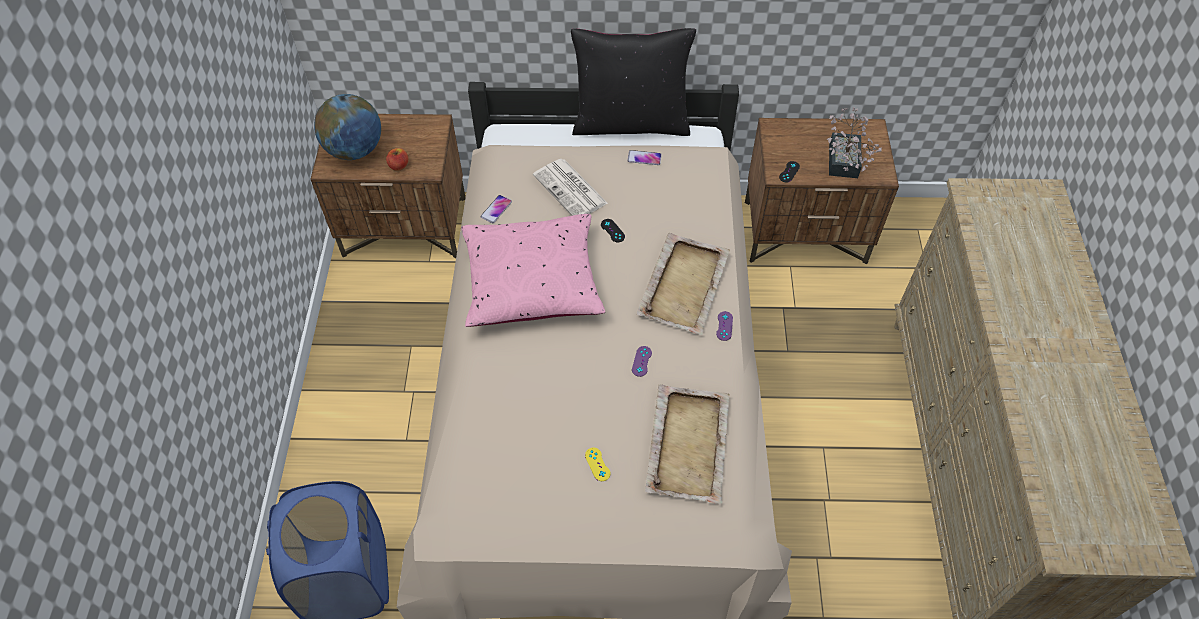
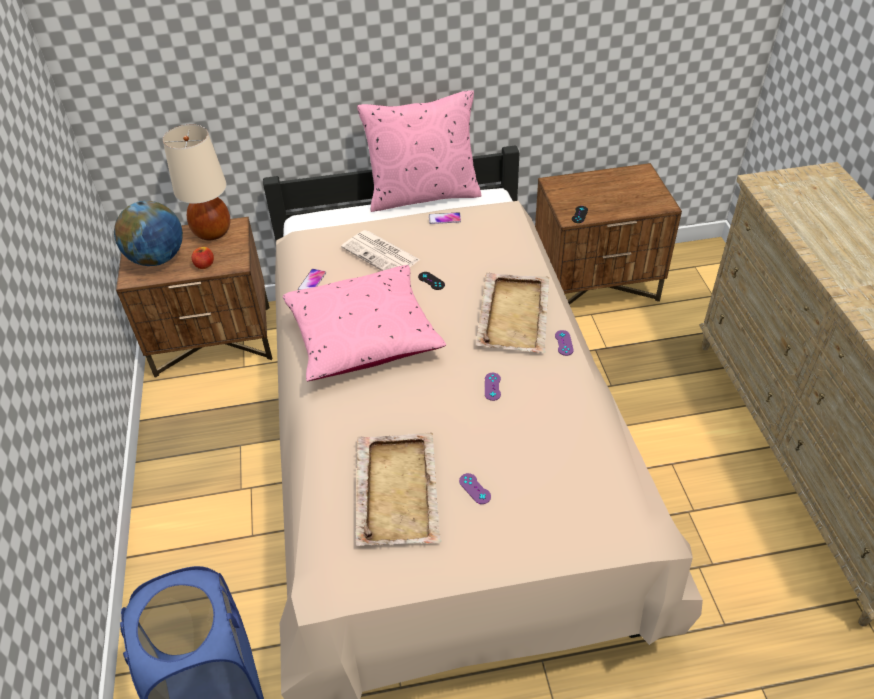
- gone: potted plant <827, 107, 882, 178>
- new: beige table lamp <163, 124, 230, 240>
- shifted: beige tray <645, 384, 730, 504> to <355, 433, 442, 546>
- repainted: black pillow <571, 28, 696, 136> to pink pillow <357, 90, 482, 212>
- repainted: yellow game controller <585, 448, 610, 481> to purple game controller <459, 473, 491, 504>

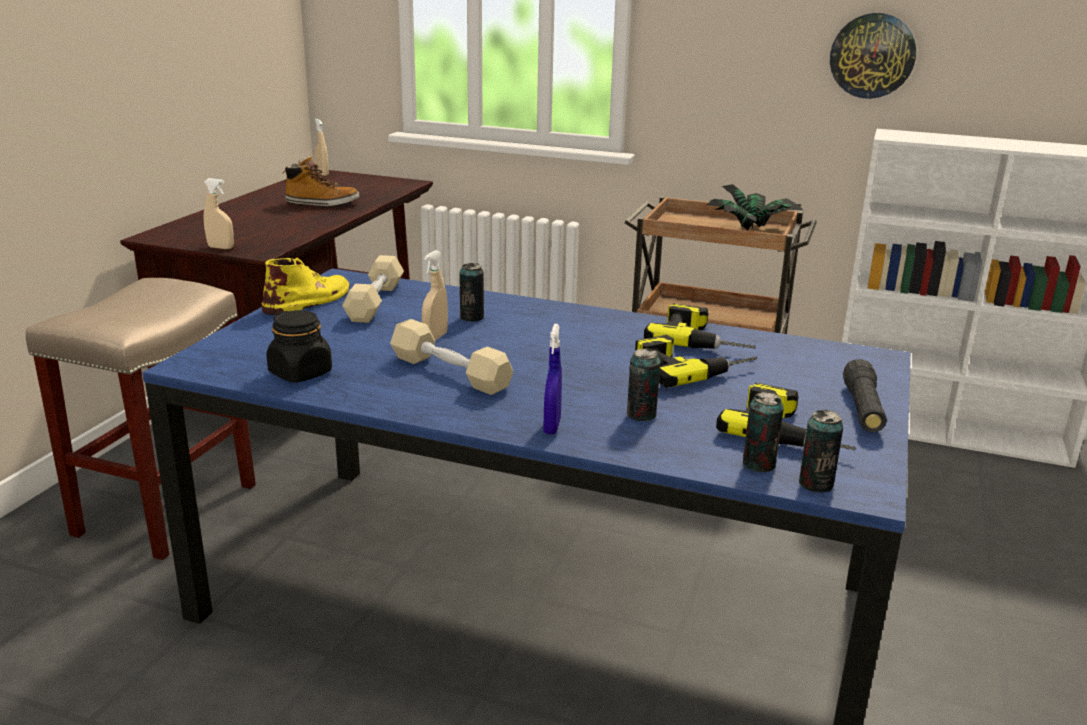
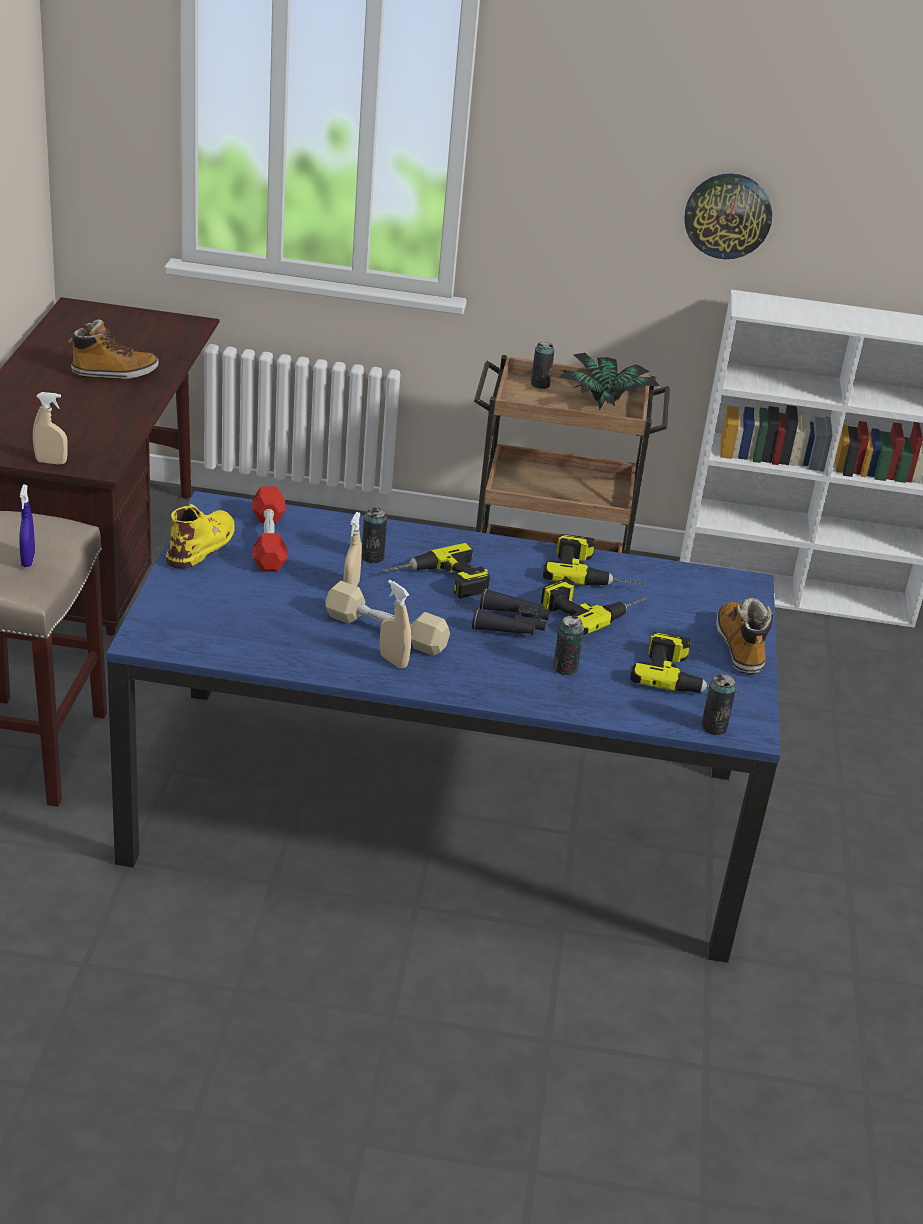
- gone: black jar <266, 310, 332, 382>
- new: power drill <382, 543, 490, 599>
- new: black binoculars <472, 589, 550, 635>
- shifted: beige spray bottle <315, 119, 329, 176> to <380, 580, 411, 669>
- shifted: blue spray bottle <543, 324, 562, 434> to <19, 485, 35, 567>
- shifted: can <743, 392, 784, 472> to <531, 341, 554, 389>
- swapped: black flashlight <843, 359, 887, 432> to boot <716, 598, 773, 675>
- repainted: beige dumbbell <342, 255, 404, 323> to red dumbbell <252, 486, 288, 572>

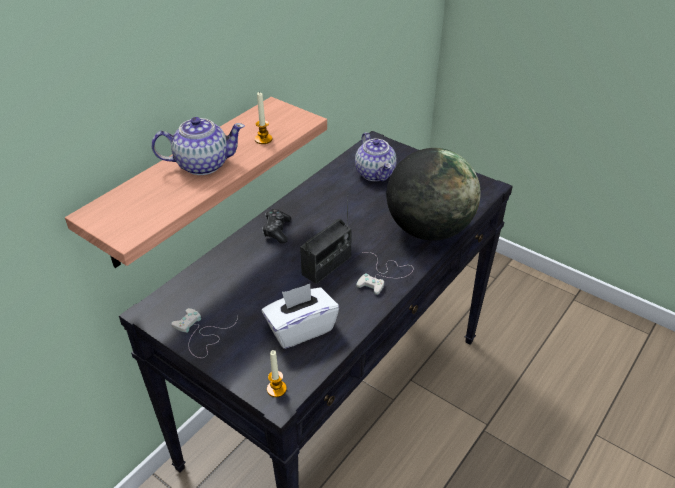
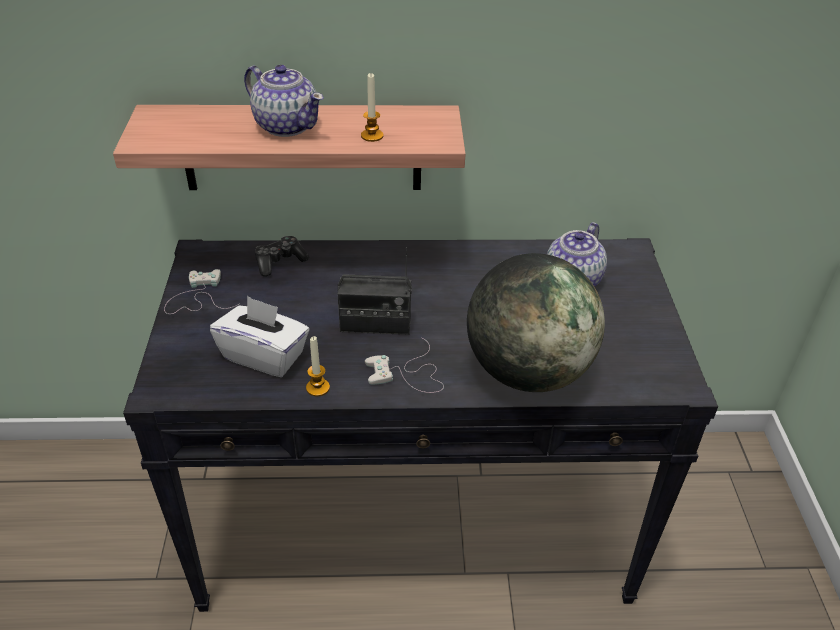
- shifted: game controller <262, 209, 291, 244> to <255, 236, 309, 277>
- shifted: candle <267, 350, 287, 397> to <306, 336, 330, 396>

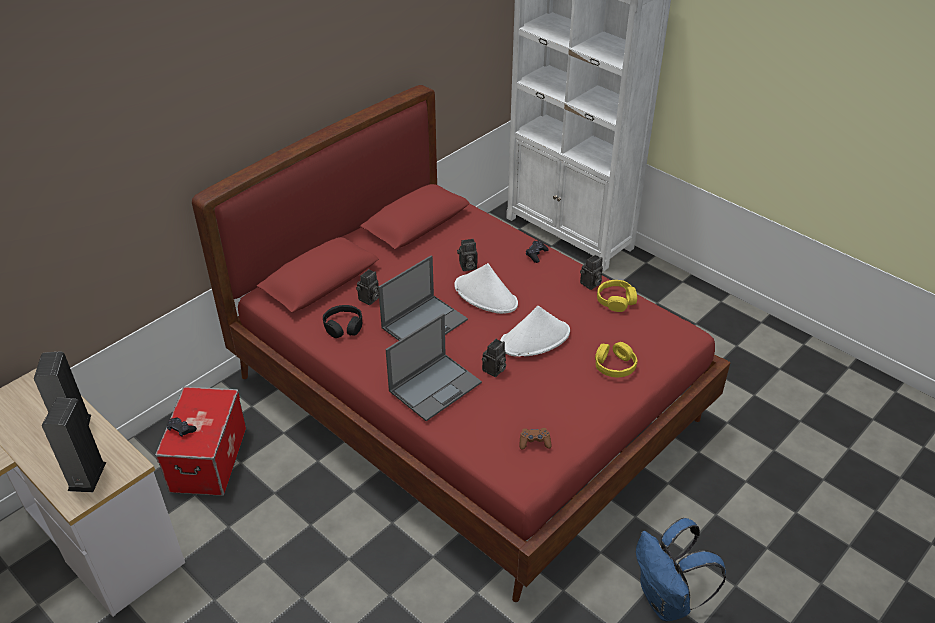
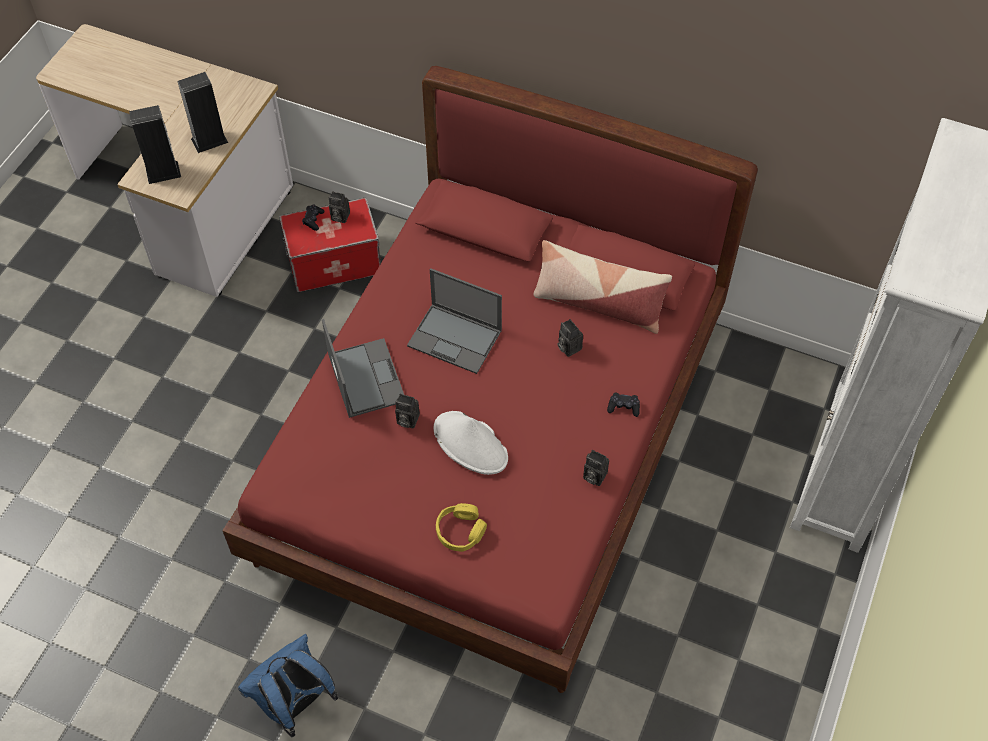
- gone: black headphones <323, 305, 362, 338>
- gone: white hat <454, 263, 518, 314>
- gone: brown game controller <519, 428, 551, 450>
- gone: yellow headphones <597, 280, 637, 312>
- new: pillow <534, 240, 672, 334>
- shifted: photo camera <356, 269, 379, 305> to <329, 191, 350, 223>
- rotated: laptop <386, 313, 482, 421> = <322, 319, 404, 418> 135 degrees counterclockwise

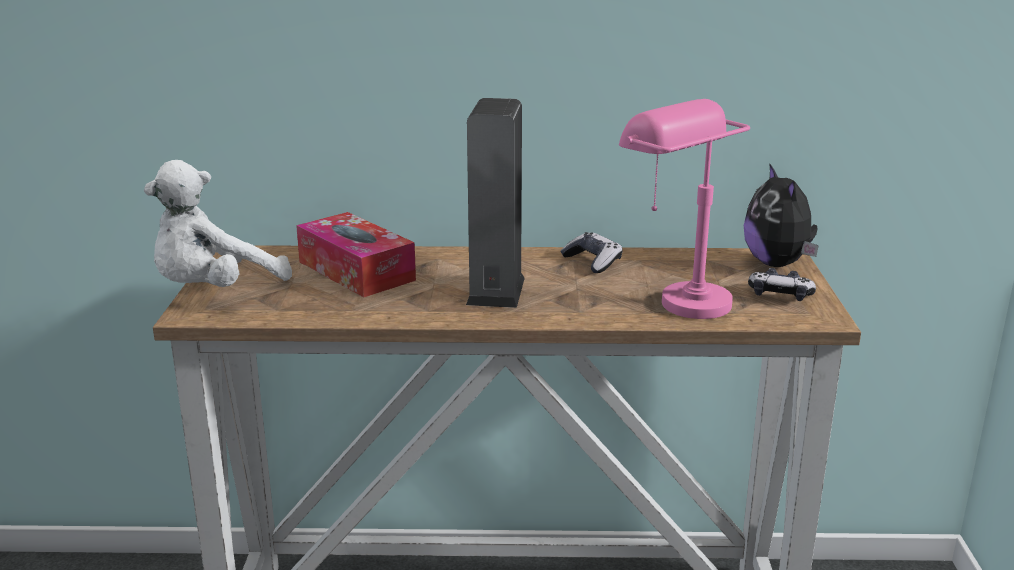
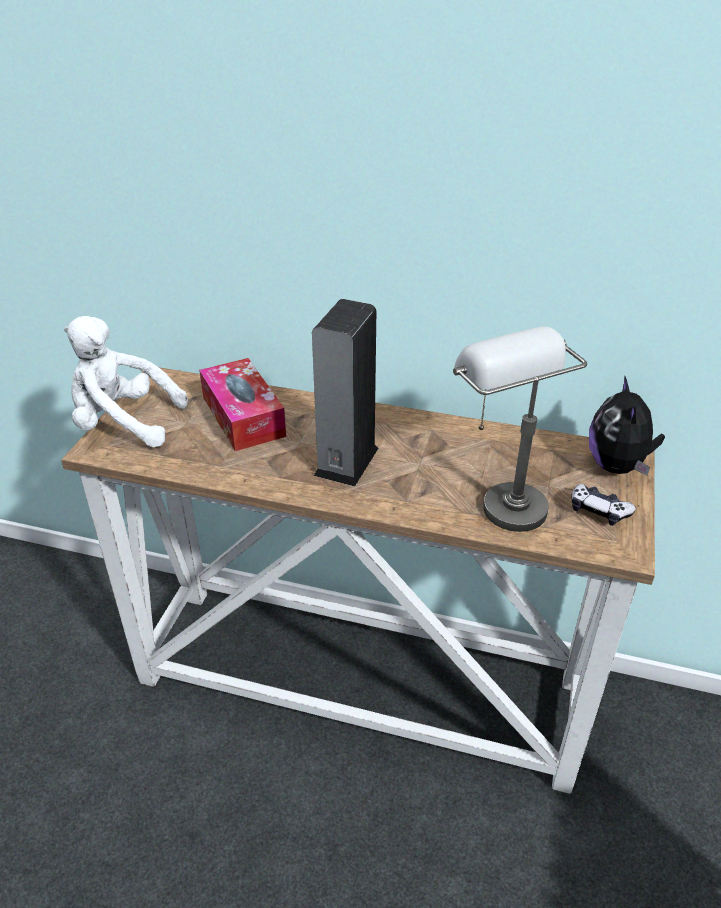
- gone: game controller <560, 232, 623, 273>
- repainted: pink table lamp <619, 99, 750, 319> to grey table lamp <453, 326, 587, 532>
- rotated: white plush toy <143, 160, 292, 287> = <64, 316, 188, 447> 45 degrees clockwise

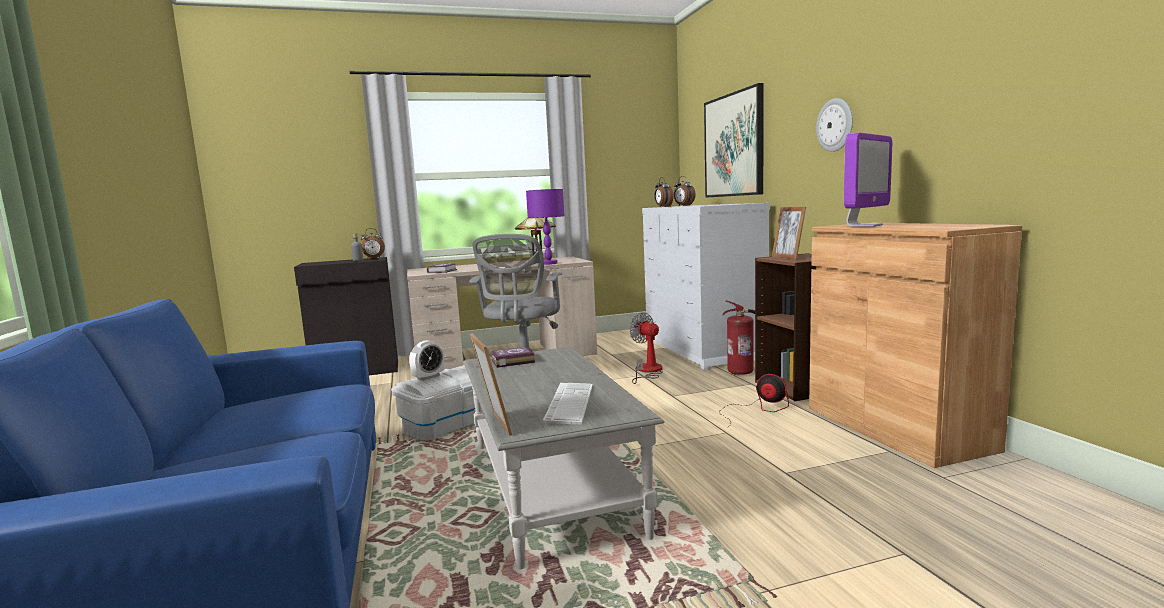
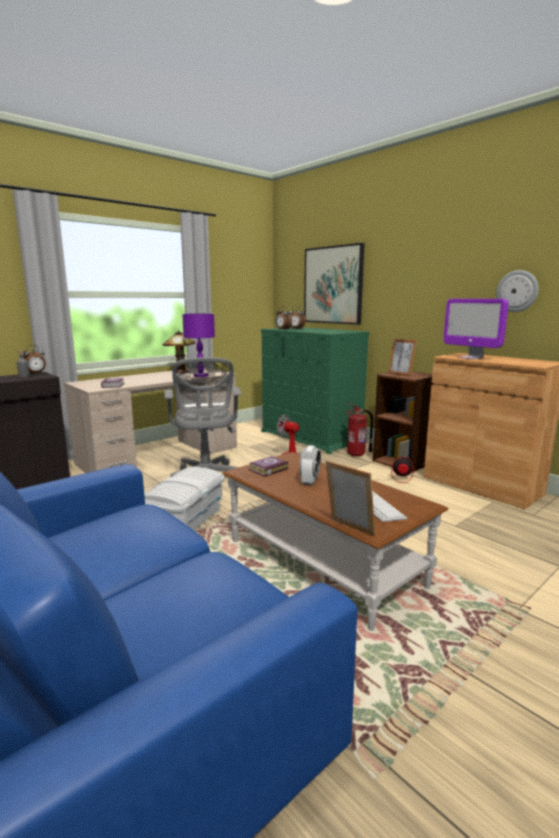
- shifted: alarm clock <409, 340, 444, 381> to <299, 445, 321, 485>
- shifted: wall clock <816, 98, 853, 152> to <496, 270, 538, 312>
- repainted: grey coffee table <464, 347, 664, 569> to brown coffee table <222, 452, 448, 631>
- repainted: white dresser <642, 203, 770, 370> to green dresser <261, 327, 369, 454>
- rotated: monitor <844, 133, 892, 227> = <443, 299, 509, 359> 120 degrees clockwise

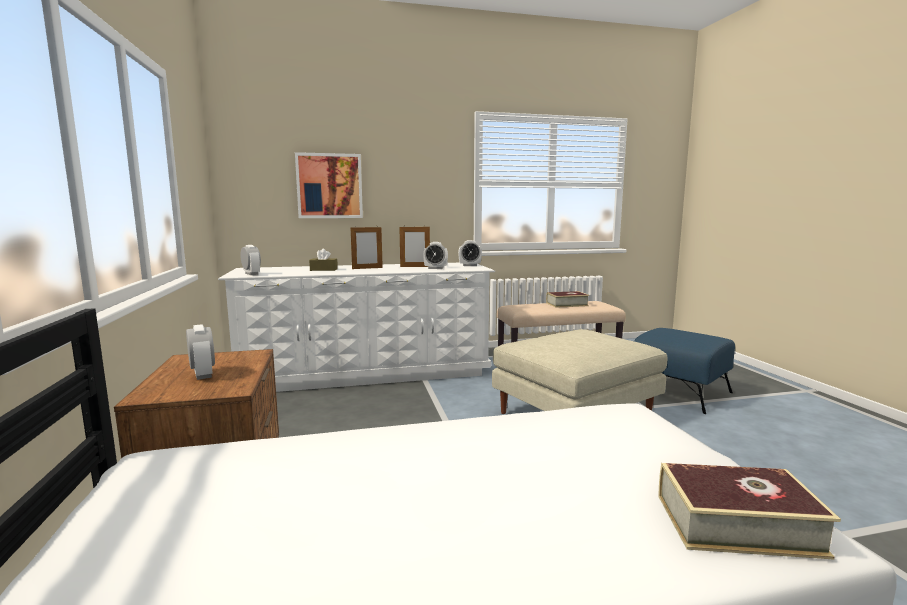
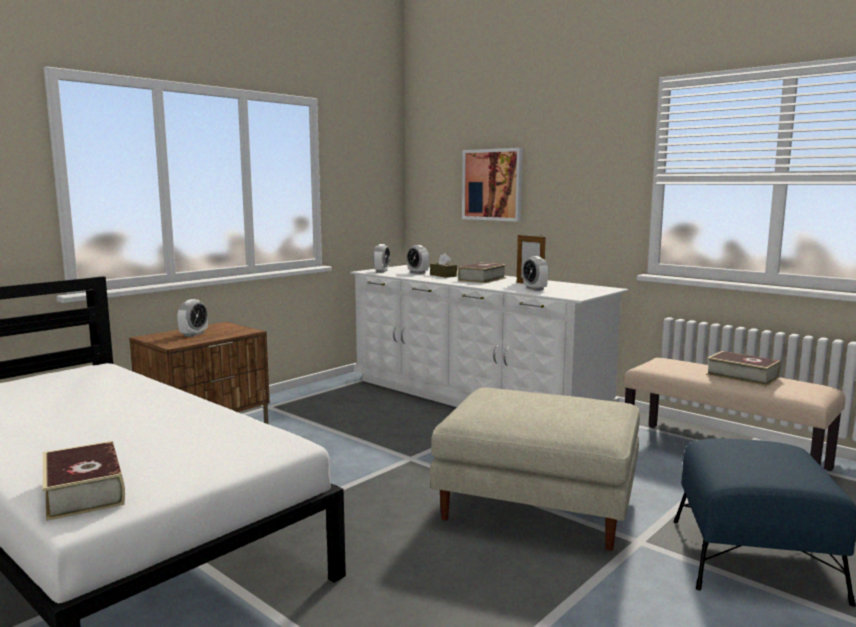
- shifted: alarm clock <458, 240, 482, 266> to <407, 245, 429, 274>
- swapped: picture frame <350, 227, 383, 269> to book <458, 263, 506, 283>

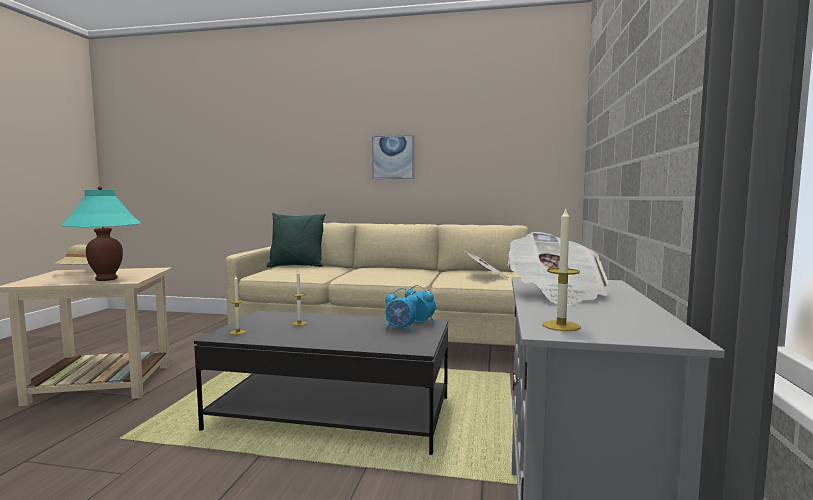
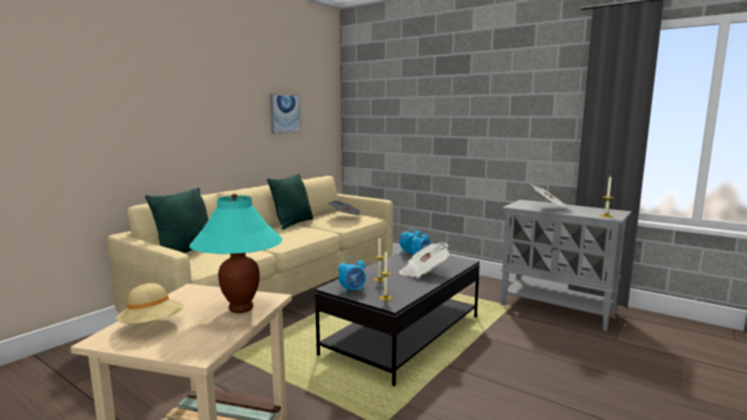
- new: green pillow <267, 174, 314, 230>
- new: alarm clock <338, 257, 366, 294>
- new: newspaper <399, 243, 449, 278>
- shifted: picture <372, 135, 414, 179> to <270, 94, 301, 134>

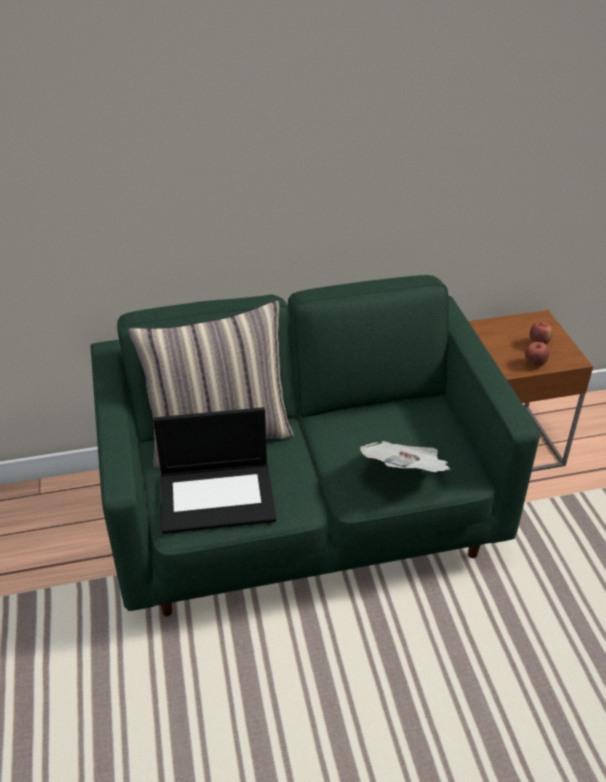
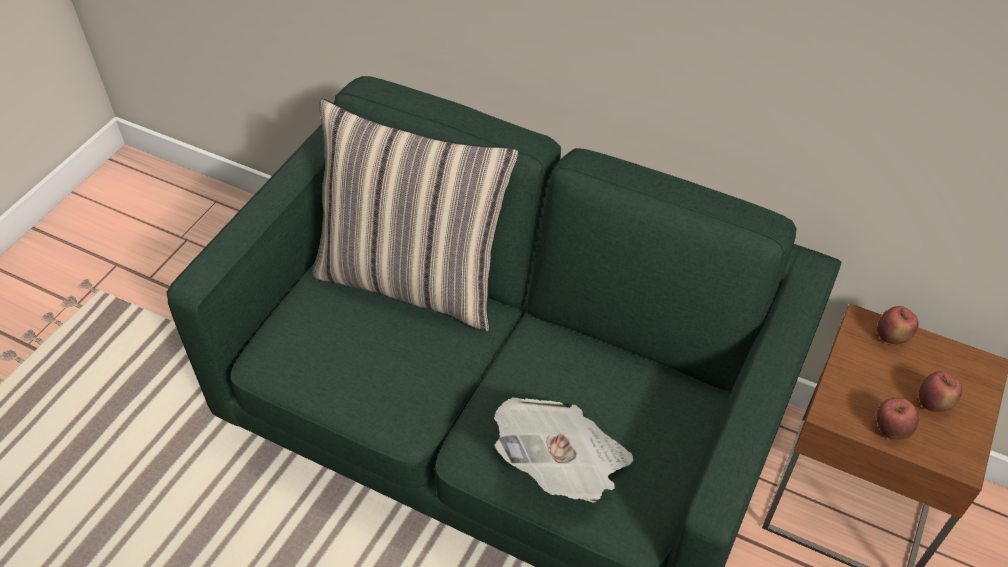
- gone: laptop <153, 407, 276, 534>
- new: apple <877, 306, 919, 344>

